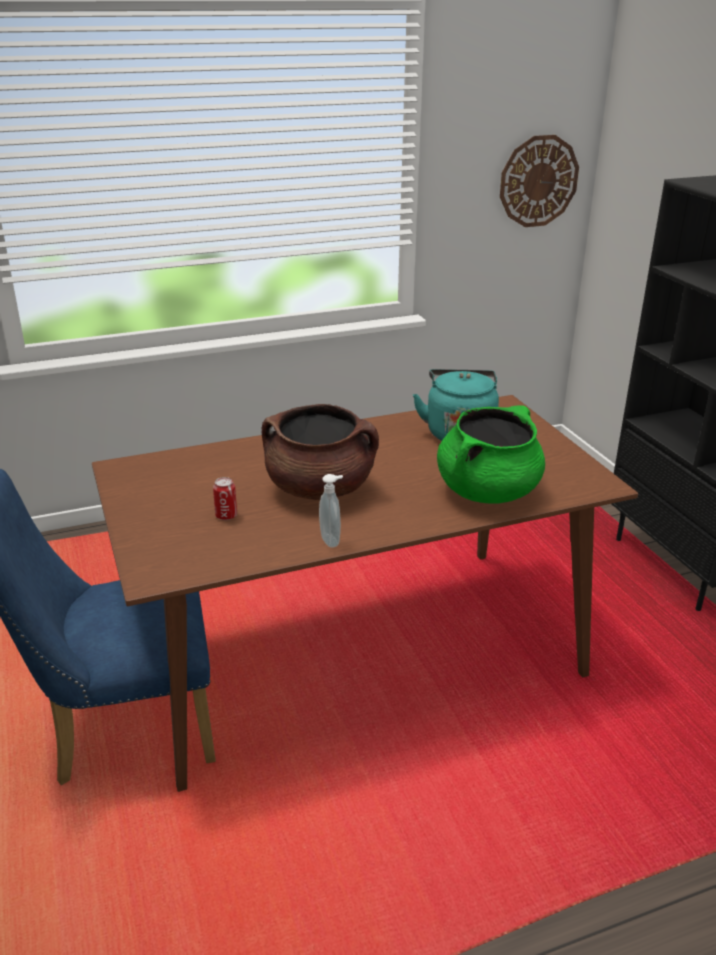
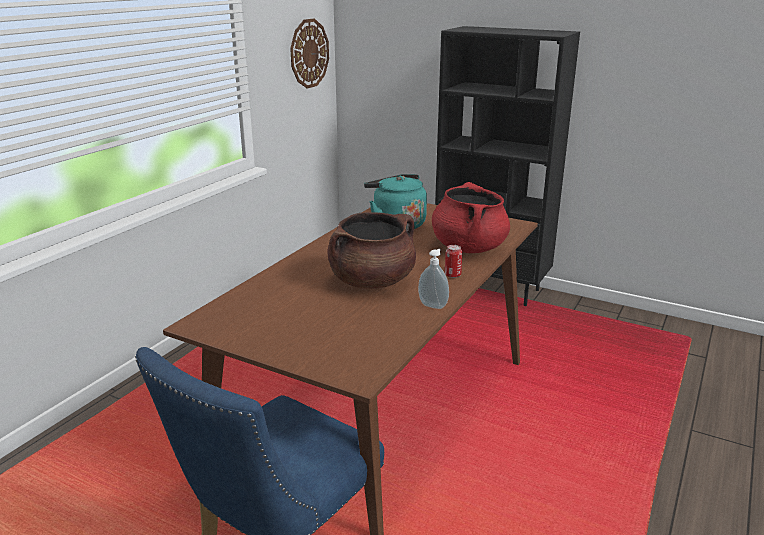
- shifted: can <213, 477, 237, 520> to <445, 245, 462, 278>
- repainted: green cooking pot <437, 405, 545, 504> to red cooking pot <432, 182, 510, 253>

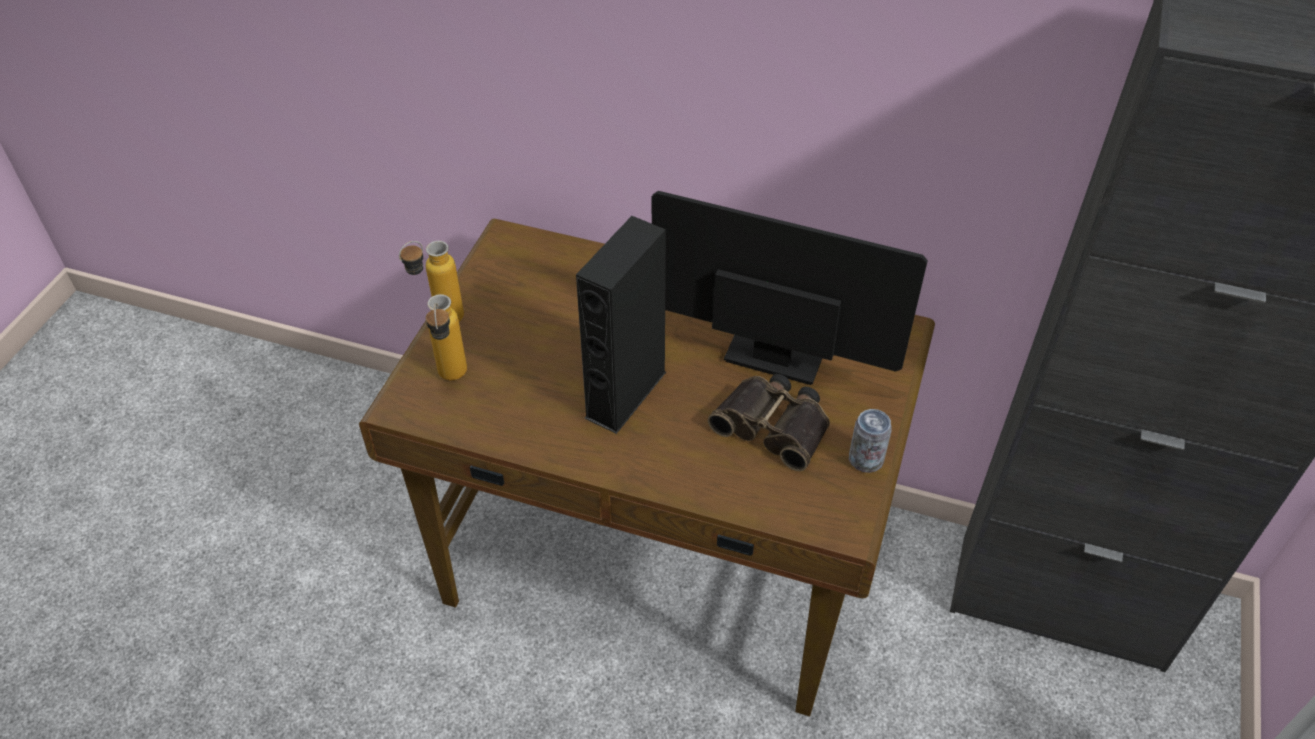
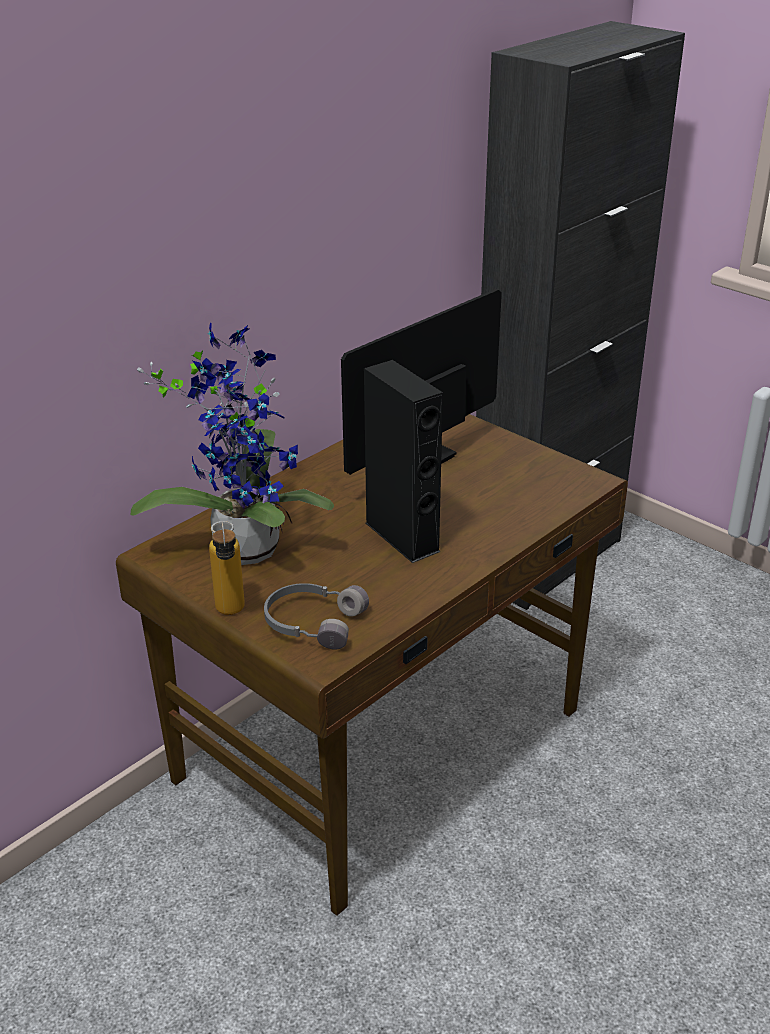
- gone: binoculars <708, 374, 830, 471>
- gone: can <849, 409, 892, 473>
- new: potted plant <131, 323, 334, 565>
- swapped: bottle <426, 294, 467, 381> to grey headphones <264, 583, 369, 650>

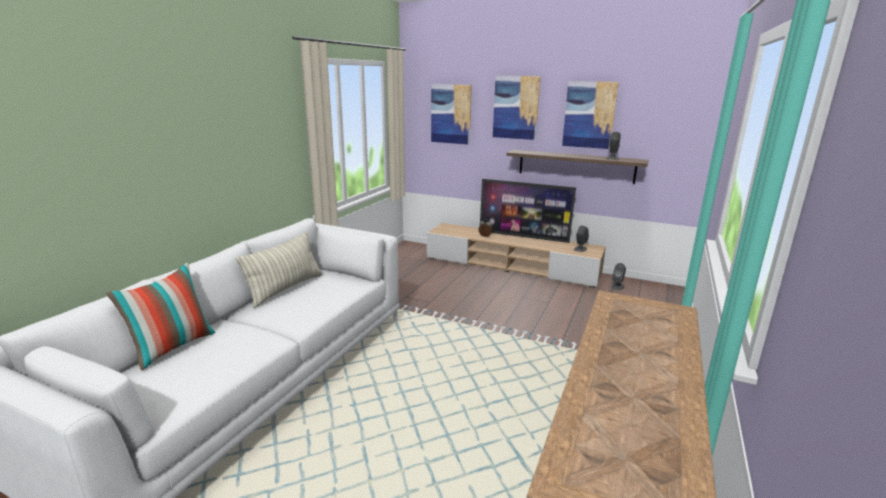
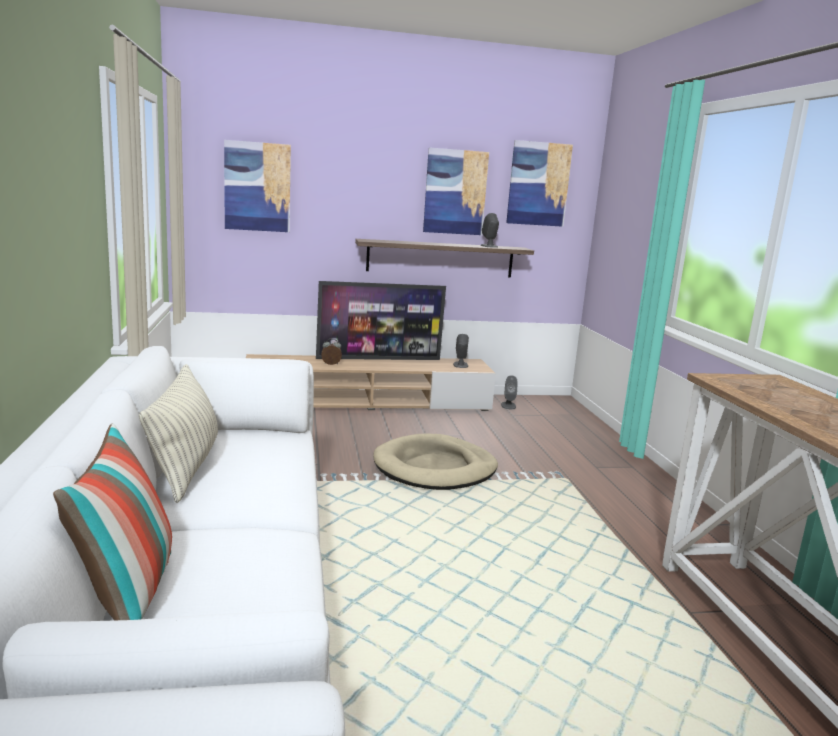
- new: beige dog bed <373, 434, 498, 490>
- shifted: picture <493, 76, 541, 140> to <506, 140, 573, 227>

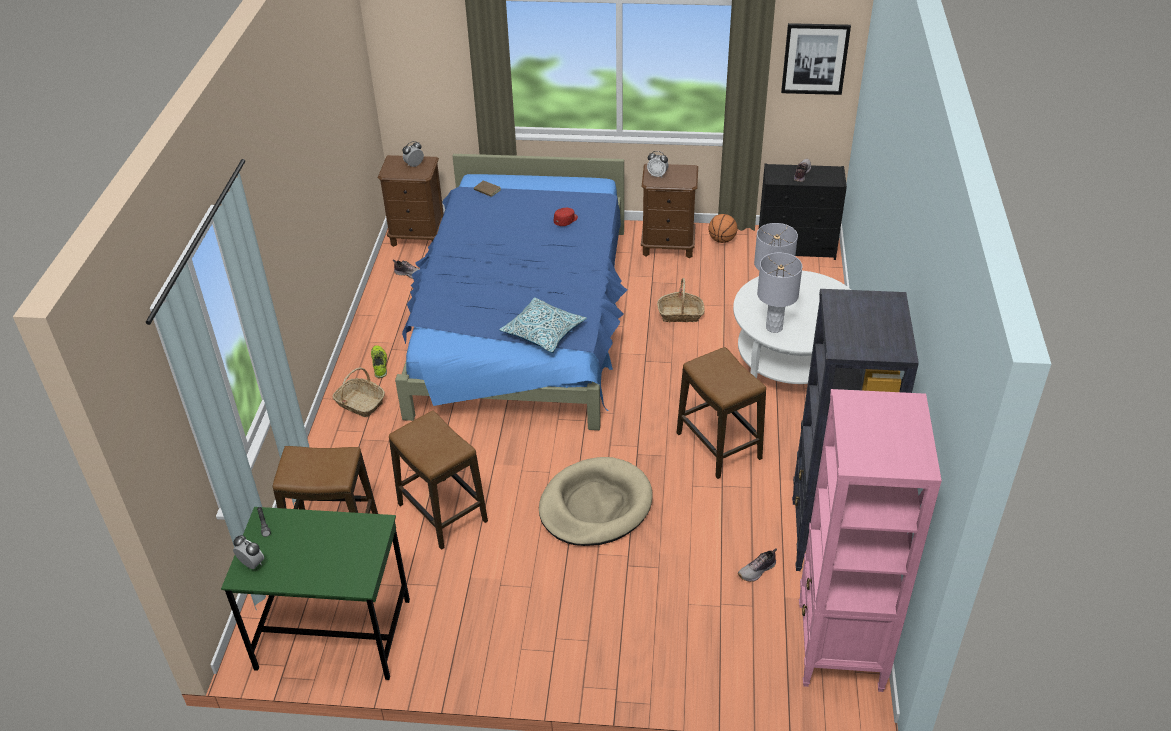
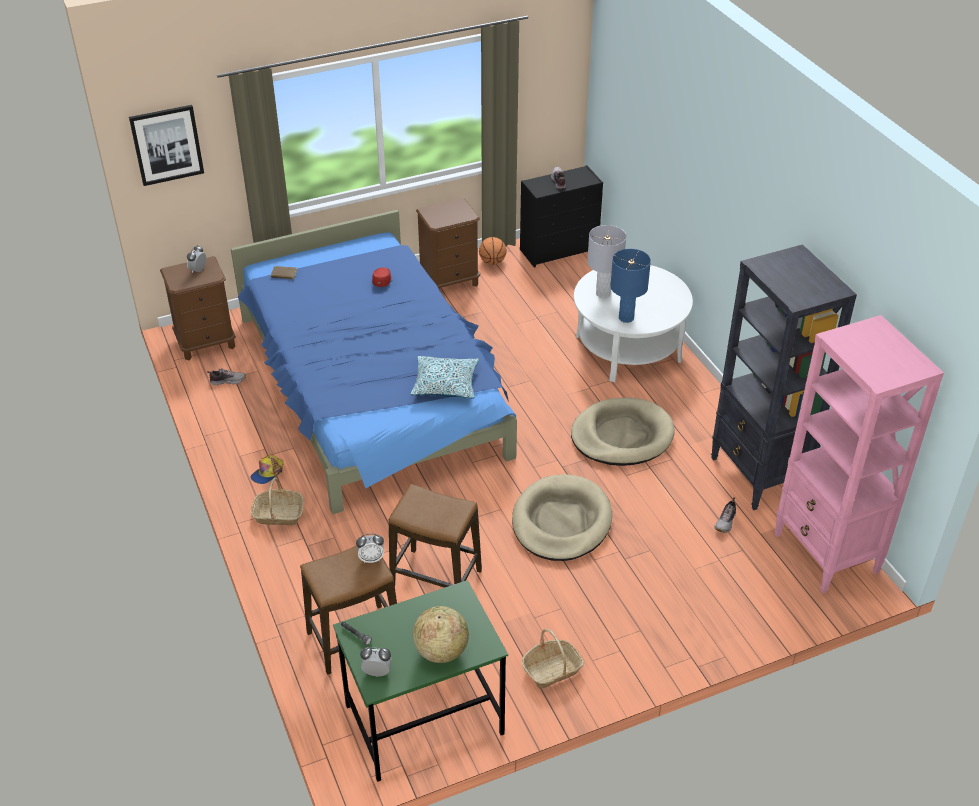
- new: globe <413, 606, 469, 663>
- shifted: alarm clock <647, 151, 669, 177> to <356, 533, 384, 563>
- shifted: basket <657, 278, 705, 322> to <522, 629, 584, 689>
- shifted: picture <781, 23, 851, 95> to <129, 105, 204, 186>
- swapped: shoe <371, 345, 387, 378> to cap <251, 455, 284, 484>
- swapped: stool <676, 347, 766, 479> to beige dog bed <571, 397, 675, 466>
- repainted: grey table lamp <757, 253, 802, 333> to blue table lamp <610, 249, 651, 323>

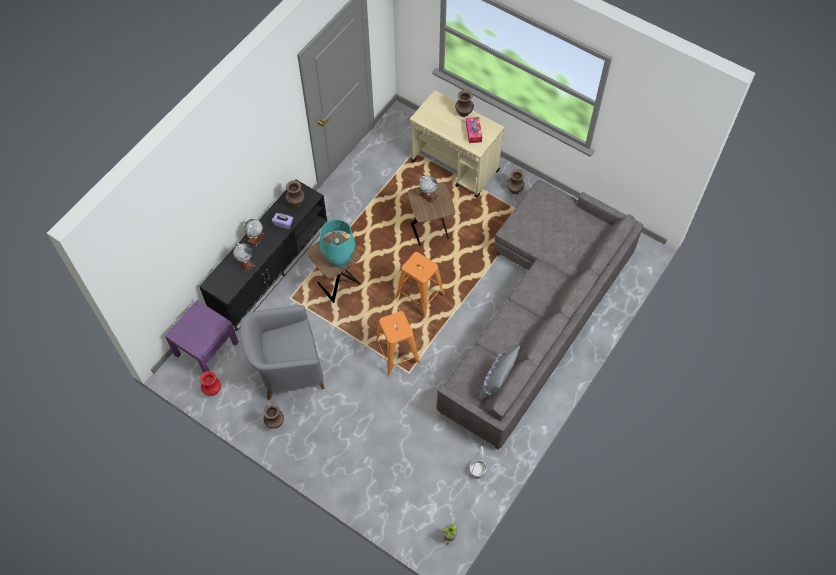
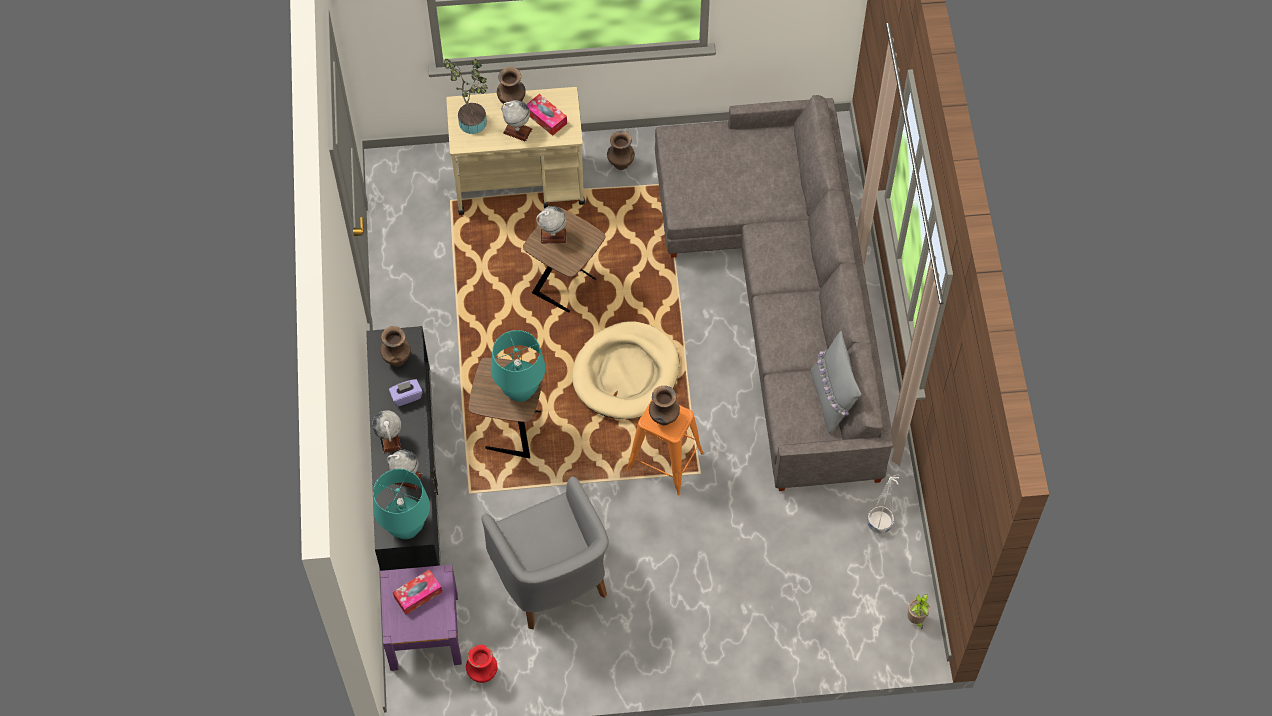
- new: turquoise table lamp <373, 469, 430, 539>
- new: tissue box <393, 569, 442, 615>
- new: potted plant <444, 58, 488, 134>
- new: globe <501, 100, 532, 142>
- shifted: brown vase <263, 404, 284, 429> to <649, 386, 680, 425>
- swapped: orange stool <395, 252, 445, 318> to beige dog bed <572, 321, 679, 419>
- rotated: grey armchair <240, 305, 325, 400> = <481, 476, 609, 629> 60 degrees counterclockwise

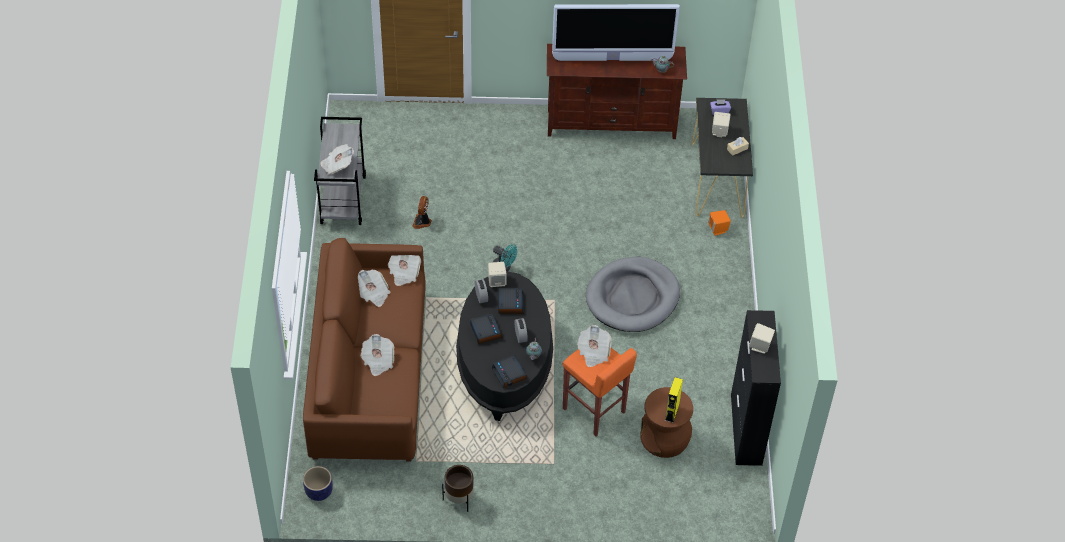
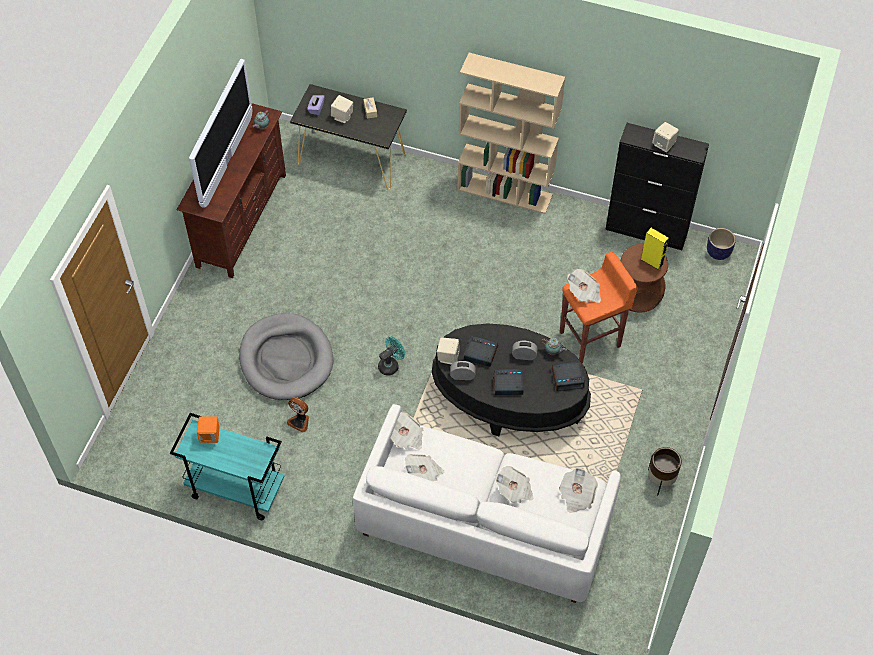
- new: beige bookcase <458, 53, 565, 214>
- shifted: planter <303, 466, 333, 501> to <707, 228, 736, 260>
- shifted: newspaper <320, 144, 354, 175> to <559, 467, 598, 513>
- shifted: grey dog bed <586, 257, 680, 332> to <239, 313, 333, 400>
- shifted: orange speaker <708, 210, 731, 236> to <197, 416, 220, 443>
- repainted: brown sofa <303, 238, 426, 462> to white sofa <353, 404, 621, 603>
- repainted: grey cart <314, 117, 366, 225> to turquoise cart <170, 413, 285, 520>

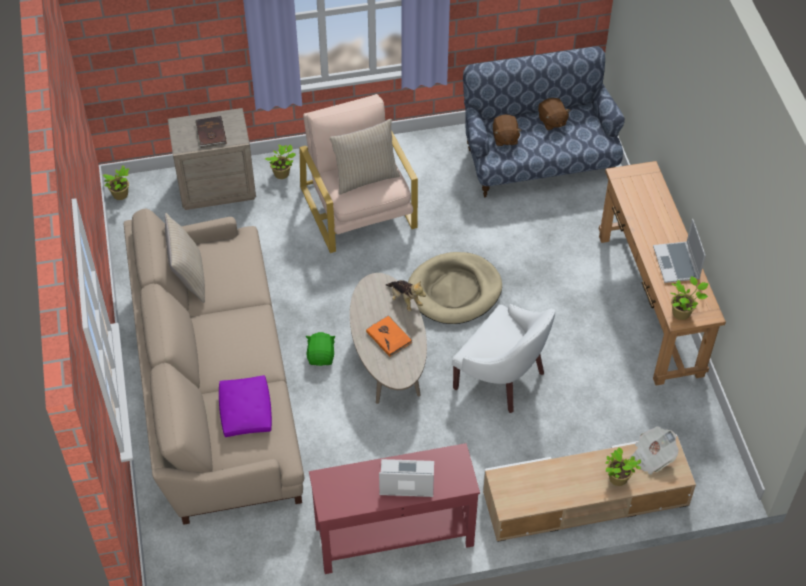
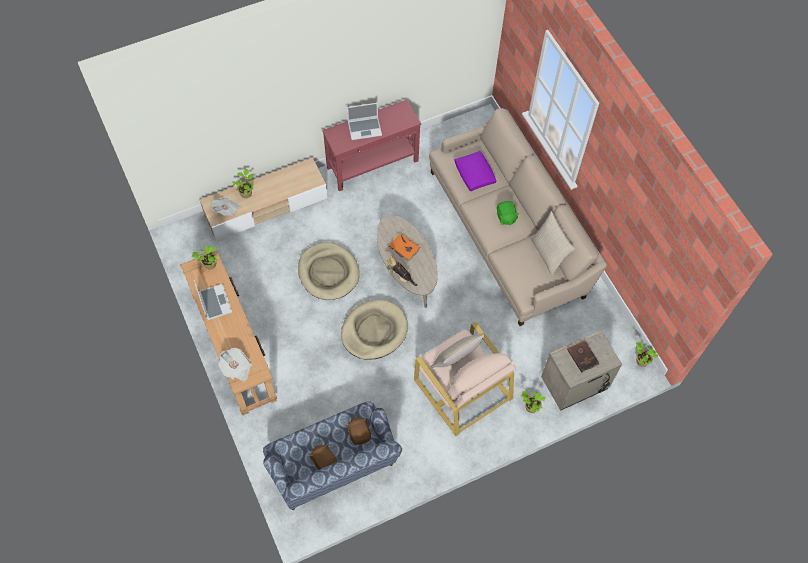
- new: newspaper <218, 348, 252, 382>
- shifted: green plush toy <306, 332, 336, 366> to <497, 201, 520, 225>
- swapped: white armchair <452, 304, 555, 413> to beige dog bed <298, 242, 360, 300>

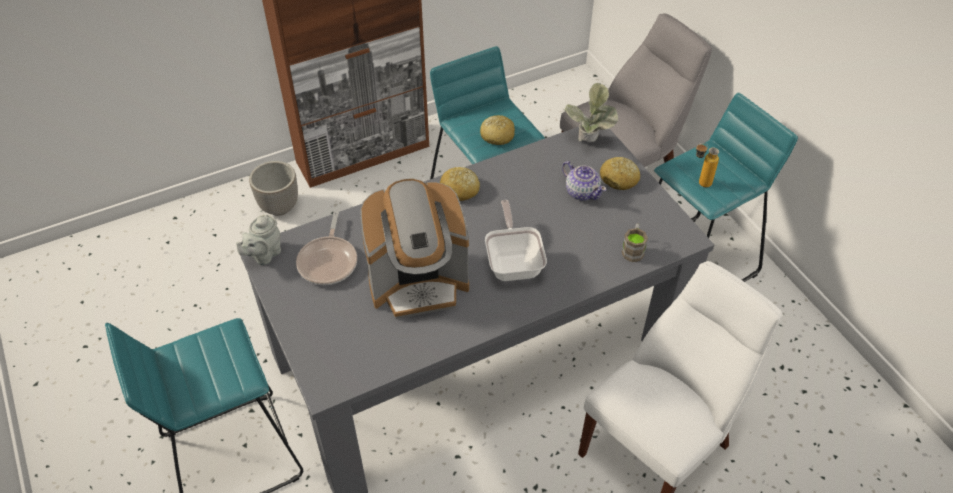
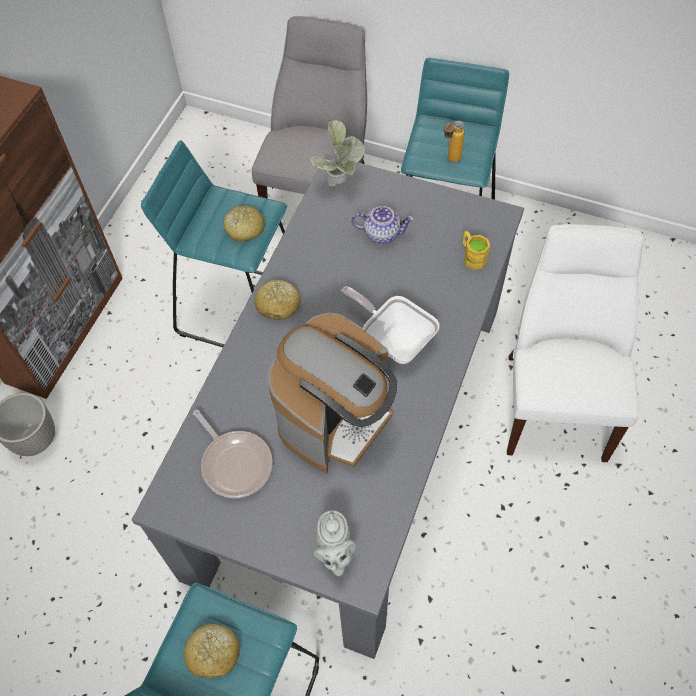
- shifted: grey teapot <236, 214, 281, 265> to <314, 510, 356, 576>
- shifted: bread <600, 157, 640, 190> to <184, 624, 240, 679>
- repainted: brown mug <622, 223, 648, 262> to yellow mug <463, 231, 490, 270>

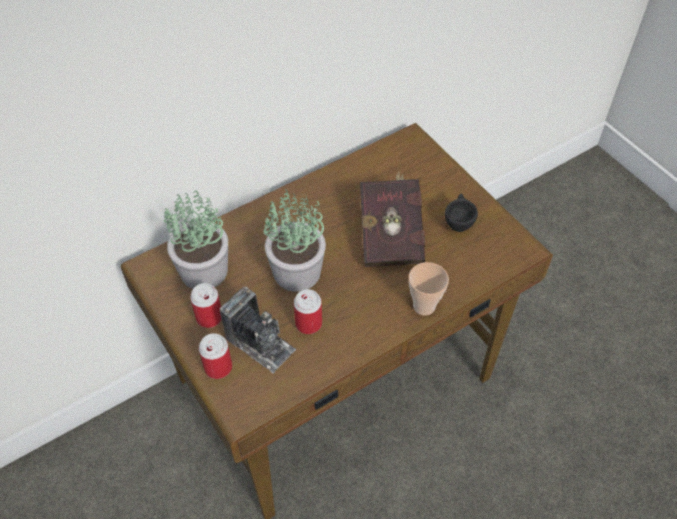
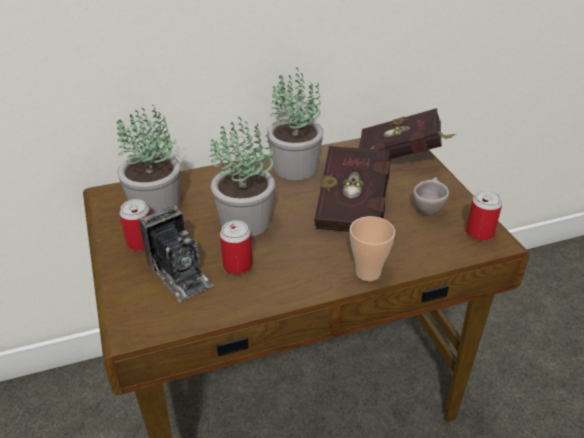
- new: potted plant <267, 67, 324, 180>
- new: red book <359, 108, 457, 159>
- shifted: can <199, 333, 232, 379> to <466, 190, 502, 241>
- repainted: black cup <445, 194, 478, 232> to beige cup <413, 177, 449, 216>

